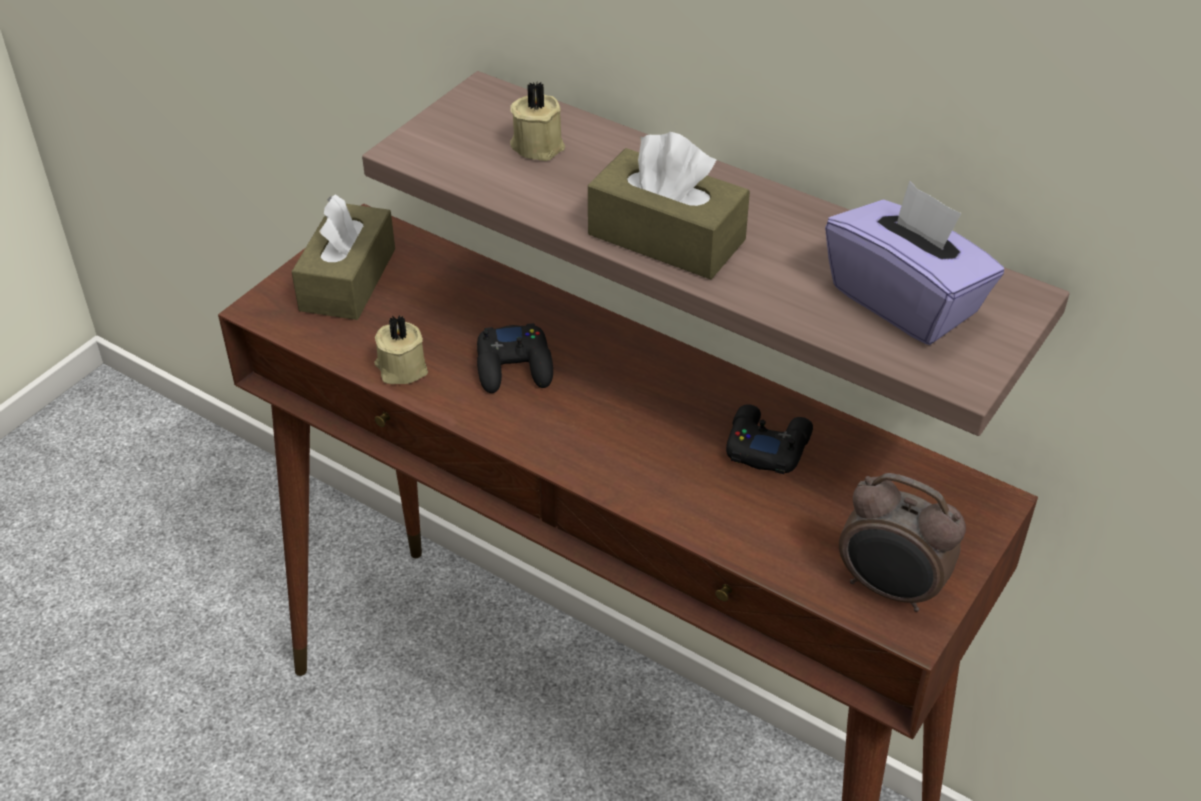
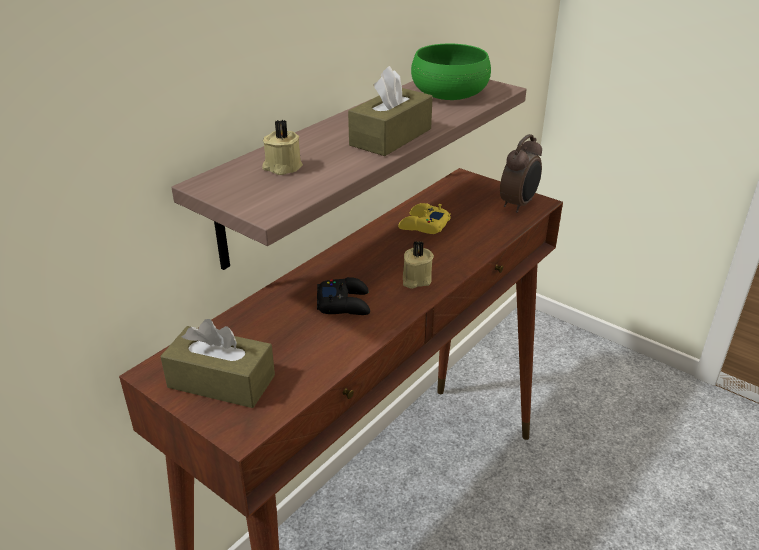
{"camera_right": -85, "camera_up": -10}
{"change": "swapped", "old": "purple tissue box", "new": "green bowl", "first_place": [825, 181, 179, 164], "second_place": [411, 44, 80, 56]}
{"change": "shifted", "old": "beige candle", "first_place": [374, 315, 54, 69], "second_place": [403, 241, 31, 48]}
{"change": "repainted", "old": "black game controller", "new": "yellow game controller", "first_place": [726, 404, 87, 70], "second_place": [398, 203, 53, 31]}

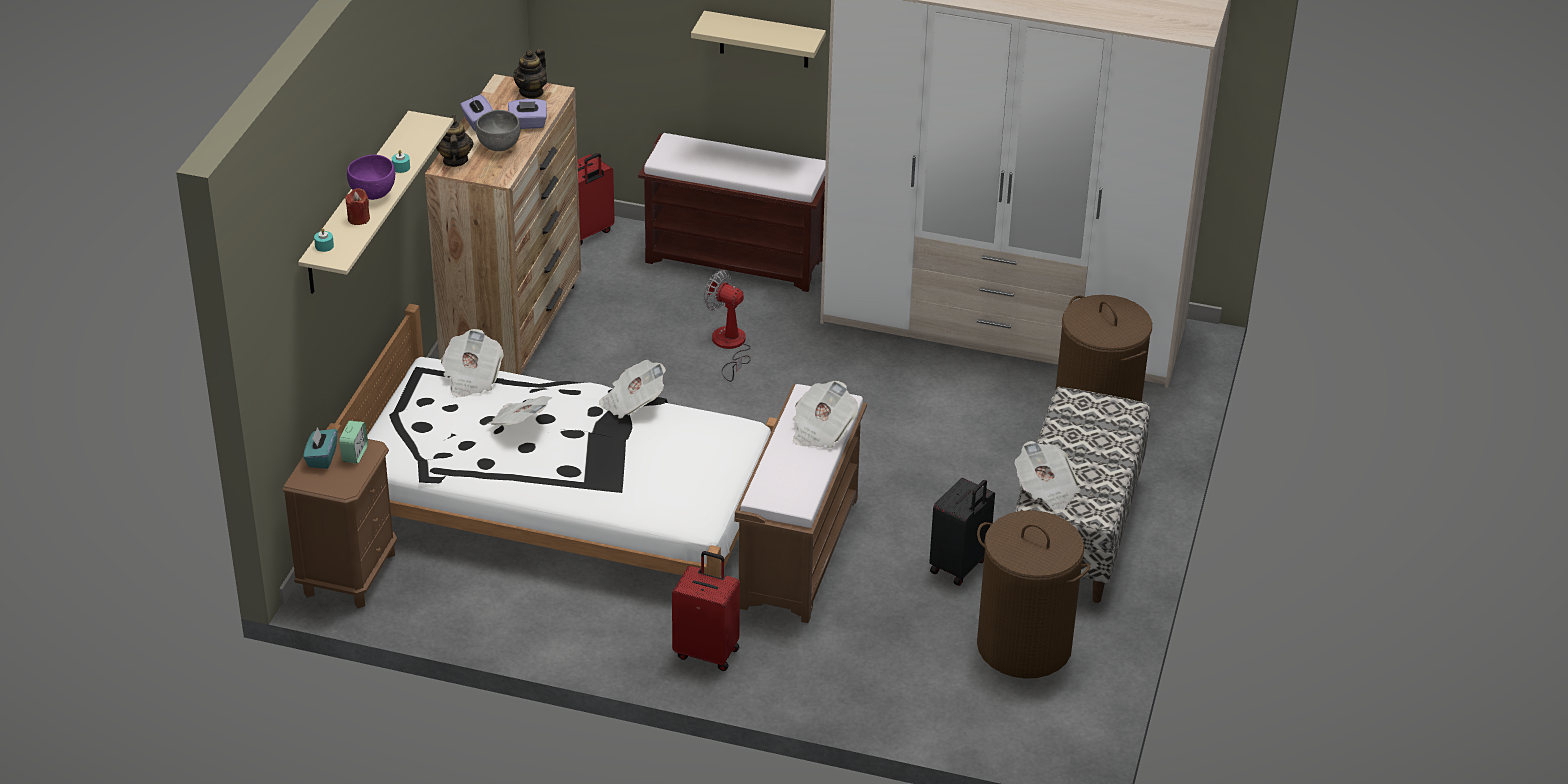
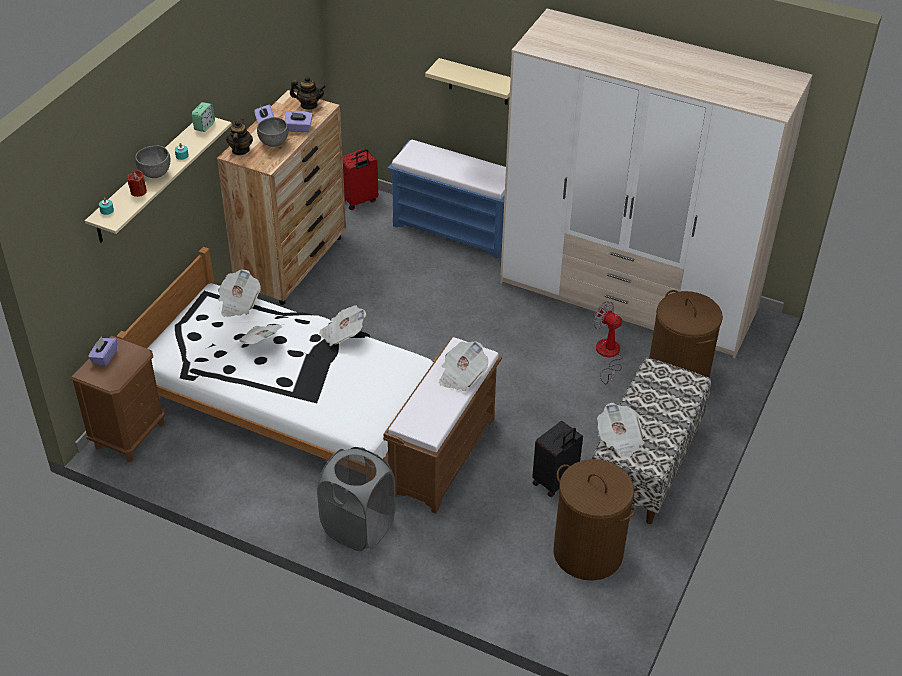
{"camera_right": 10, "camera_up": 5}
{"change": "rotated", "old": "teapot", "first_place": [514, 48, 33, 51], "second_place": [290, 76, 36, 34], "degrees": -120}
{"change": "repainted", "old": "brown bench", "new": "blue bench", "first_place": [638, 133, 188, 159], "second_place": [388, 139, 118, 120]}
{"change": "repainted", "old": "purple bowl", "new": "grey bowl", "first_place": [347, 155, 48, 45], "second_place": [135, 145, 35, 33]}
{"change": "shifted", "old": "fan", "first_place": [704, 270, 47, 112], "second_place": [593, 301, 30, 84]}
{"change": "shifted", "old": "alarm clock", "first_place": [339, 421, 29, 42], "second_place": [192, 102, 23, 30]}
{"change": "repainted", "old": "turquoise tissue box", "new": "purple tissue box", "first_place": [303, 427, 34, 42], "second_place": [88, 337, 29, 30]}
{"change": "swapped", "old": "red suitcase", "new": "grey laundry basket", "first_place": [672, 551, 68, 120], "second_place": [317, 447, 79, 104]}

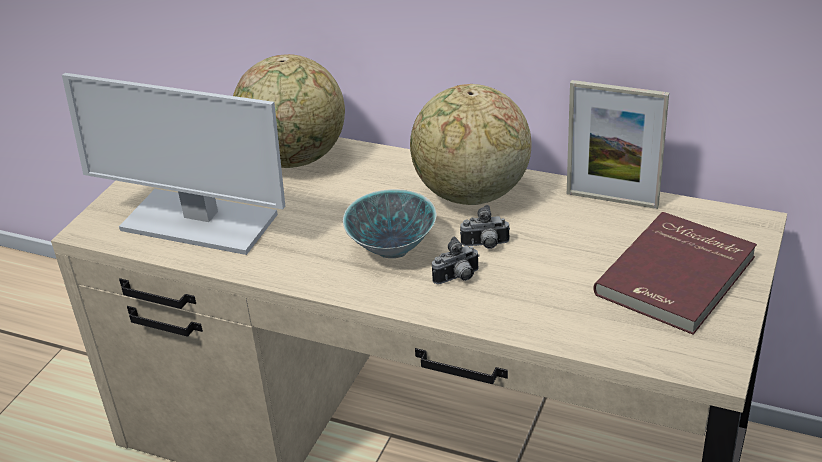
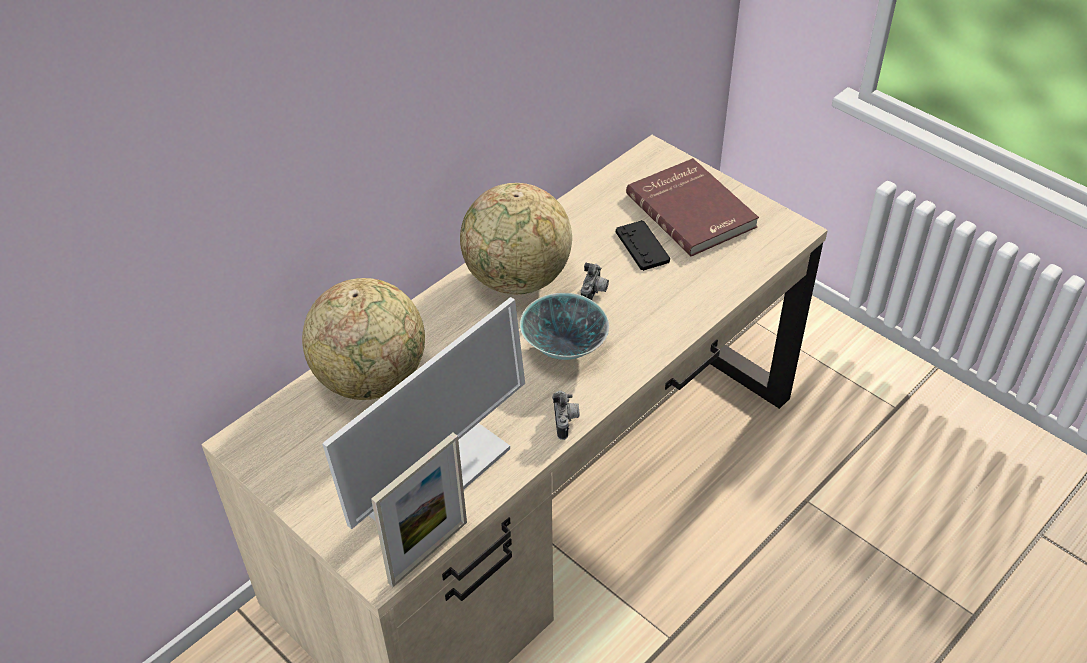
{"camera_right": -70, "camera_up": 10}
{"change": "shifted", "old": "picture frame", "first_place": [567, 80, 102, 129], "second_place": [371, 433, 96, 154]}
{"change": "shifted", "old": "photo camera", "first_place": [432, 237, 48, 47], "second_place": [552, 390, 27, 50]}
{"change": "new", "new": "black game controller", "second_place": [616, 220, 54, 51]}

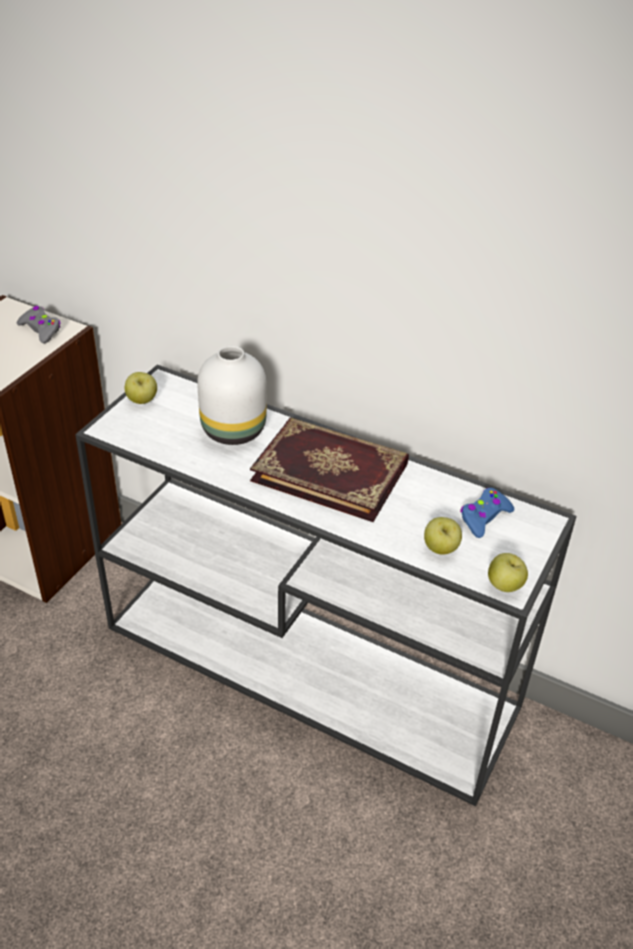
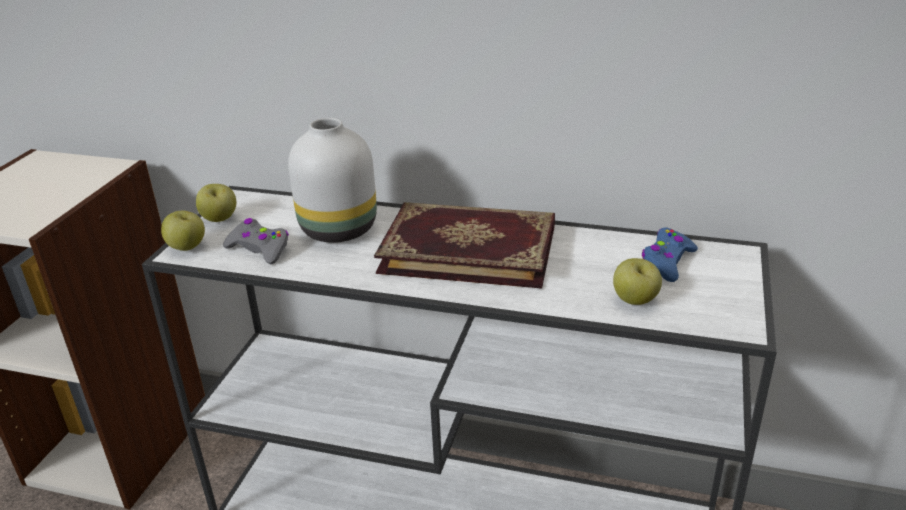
{"camera_right": -10, "camera_up": -10}
{"change": "shifted", "old": "grey game controller", "first_place": [17, 306, 44, 38], "second_place": [223, 218, 66, 46]}
{"change": "shifted", "old": "apple", "first_place": [488, 553, 40, 39], "second_place": [161, 211, 44, 40]}

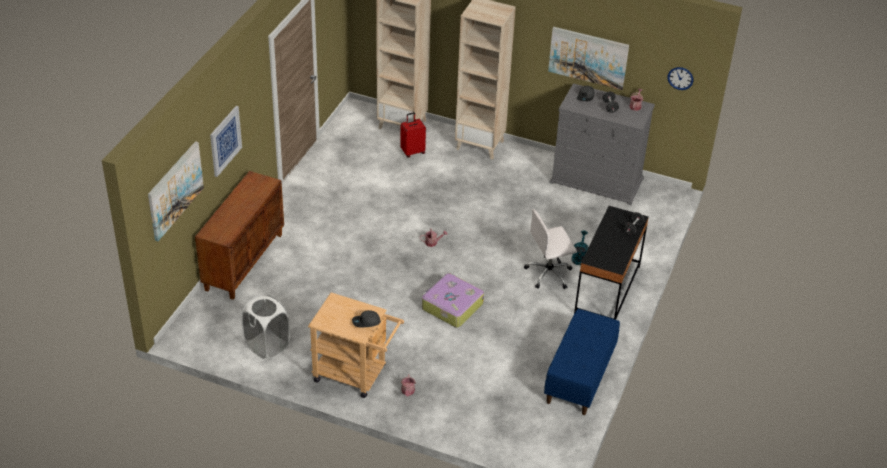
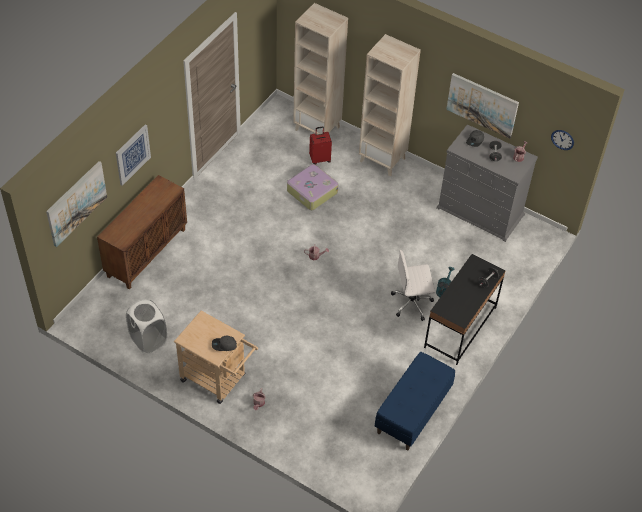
{"camera_right": 10, "camera_up": 10}
{"change": "shifted", "old": "suitcase", "first_place": [422, 273, 62, 55], "second_place": [287, 164, 51, 46]}

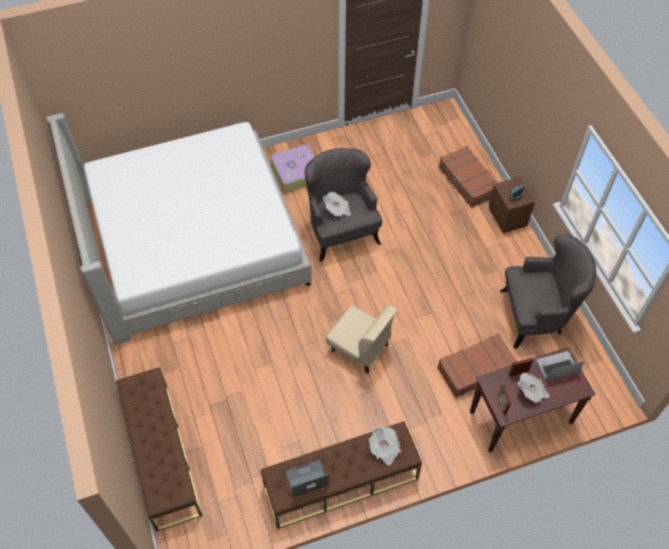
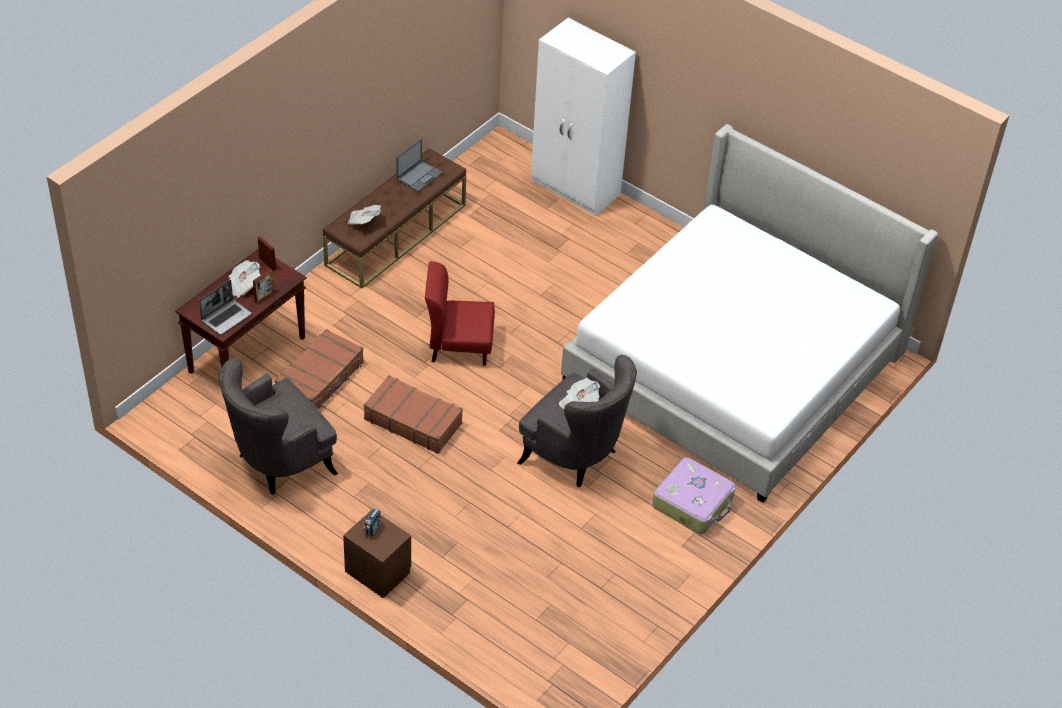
{"camera_right": 145, "camera_up": -10}
{"change": "shifted", "old": "brown suitcase", "first_place": [439, 146, 58, 62], "second_place": [364, 375, 99, 79]}
{"change": "repainted", "old": "beige chair", "new": "red chair", "first_place": [326, 305, 72, 69], "second_place": [425, 261, 70, 105]}
{"change": "swapped", "old": "brown bench", "new": "white wardrobe", "first_place": [116, 367, 86, 165], "second_place": [531, 18, 105, 198]}

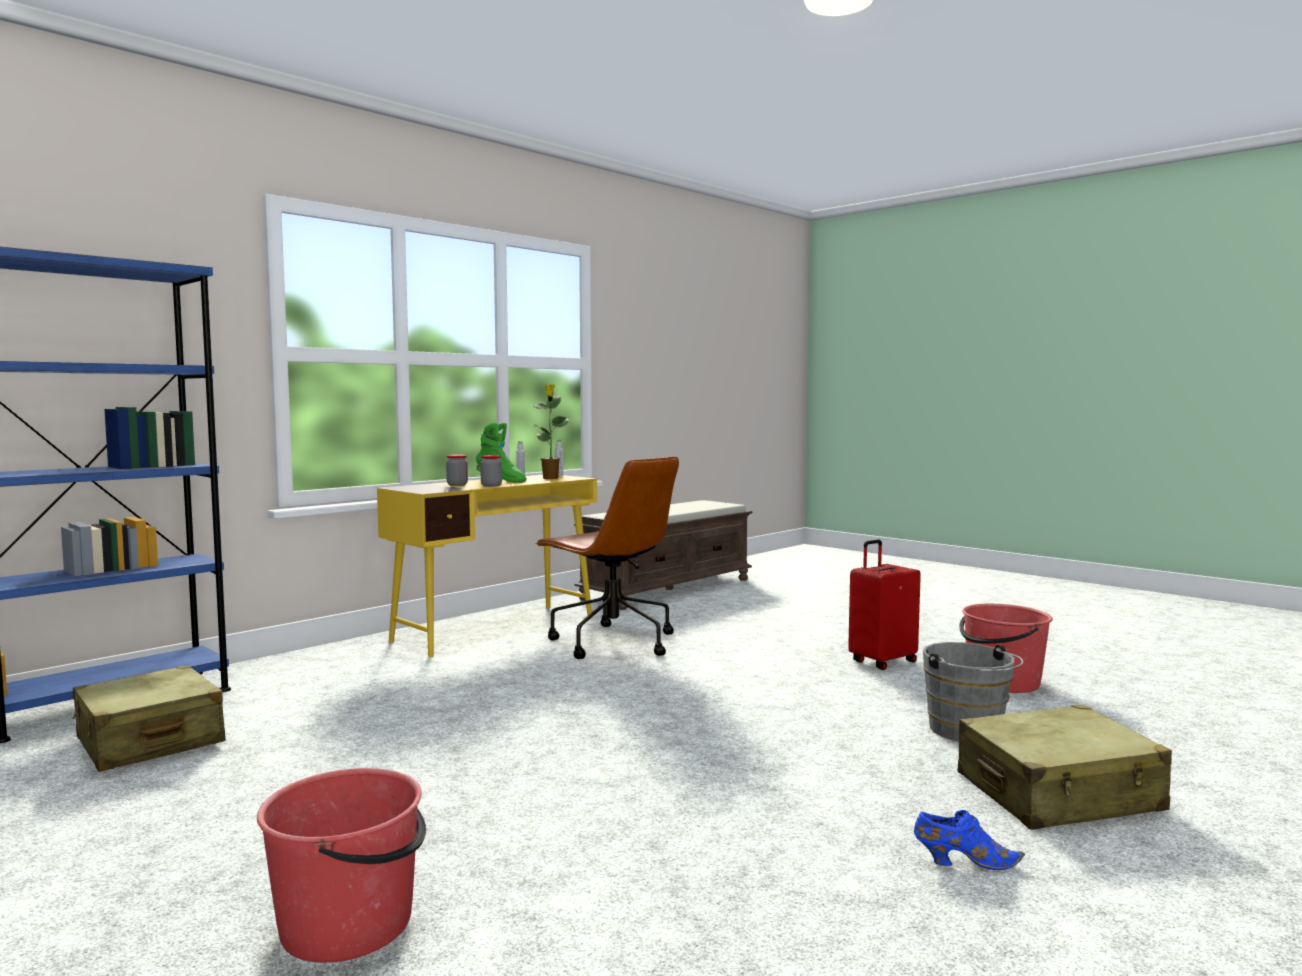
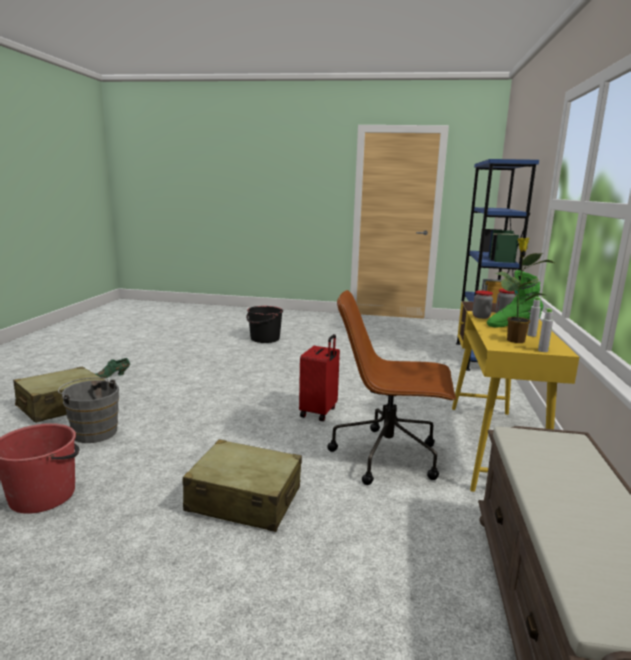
{"camera_right": 145, "camera_up": 10}
{"change": "shifted", "old": "red suitcase", "first_place": [848, 539, 73, 131], "second_place": [299, 334, 41, 87]}
{"change": "shifted", "old": "beige suitcase", "first_place": [73, 665, 153, 107], "second_place": [183, 439, 119, 93]}
{"change": "repainted", "old": "red bucket", "new": "black bucket", "first_place": [257, 768, 169, 195], "second_place": [246, 306, 37, 37]}
{"change": "repainted", "old": "blue shoe", "new": "green shoe", "first_place": [914, 810, 111, 60], "second_place": [96, 358, 34, 20]}

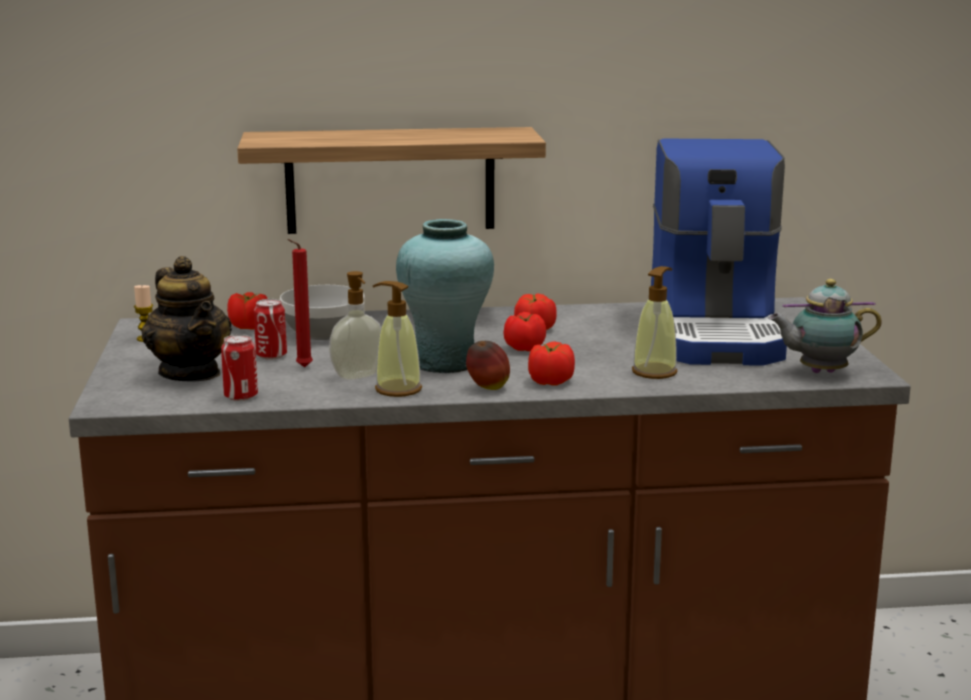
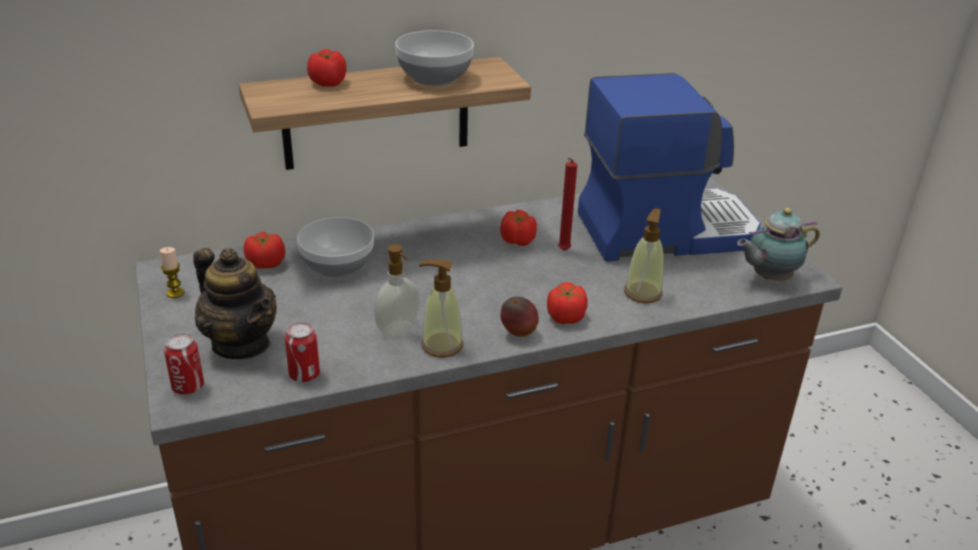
{"camera_right": -15, "camera_up": 15}
{"change": "rotated", "old": "coffee machine", "first_place": [651, 139, 136, 227], "second_place": [578, 73, 183, 188], "degrees": -90}
{"change": "gone", "old": "turquoise vase", "first_place": [396, 219, 98, 154]}
{"change": "shifted", "old": "red candle", "first_place": [287, 239, 26, 128], "second_place": [558, 158, 19, 93]}
{"change": "shifted", "old": "can", "first_place": [254, 299, 33, 61], "second_place": [164, 333, 40, 61]}
{"change": "shifted", "old": "tomato", "first_place": [503, 312, 43, 39], "second_place": [307, 49, 40, 38]}
{"change": "new", "new": "bowl", "second_place": [395, 30, 79, 56]}

